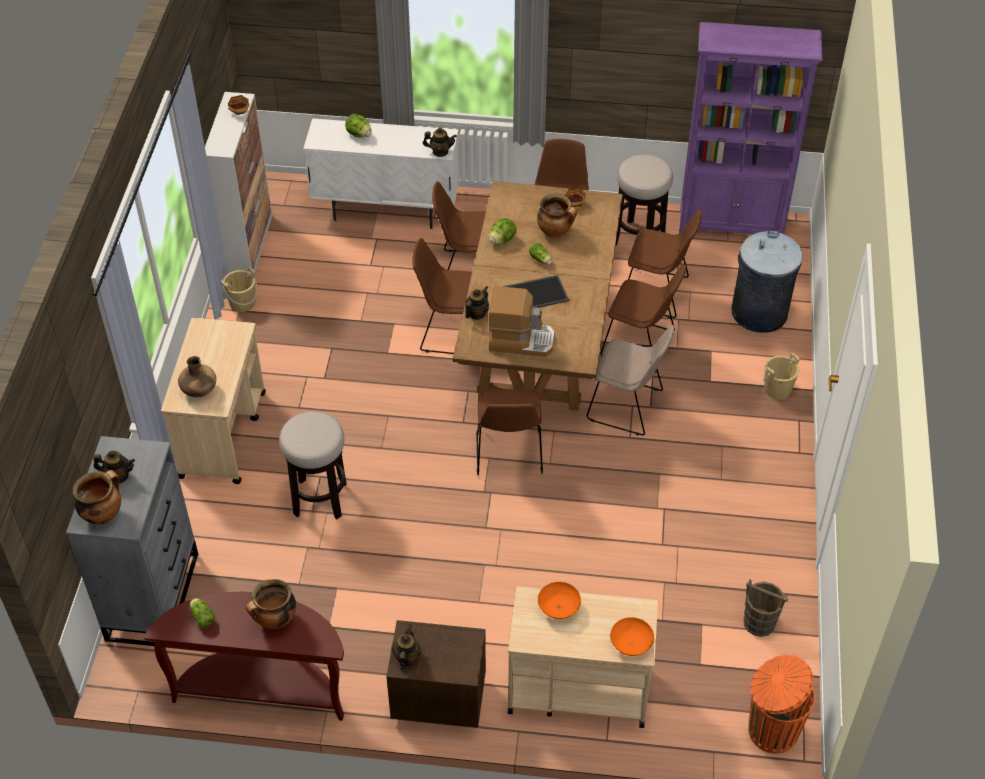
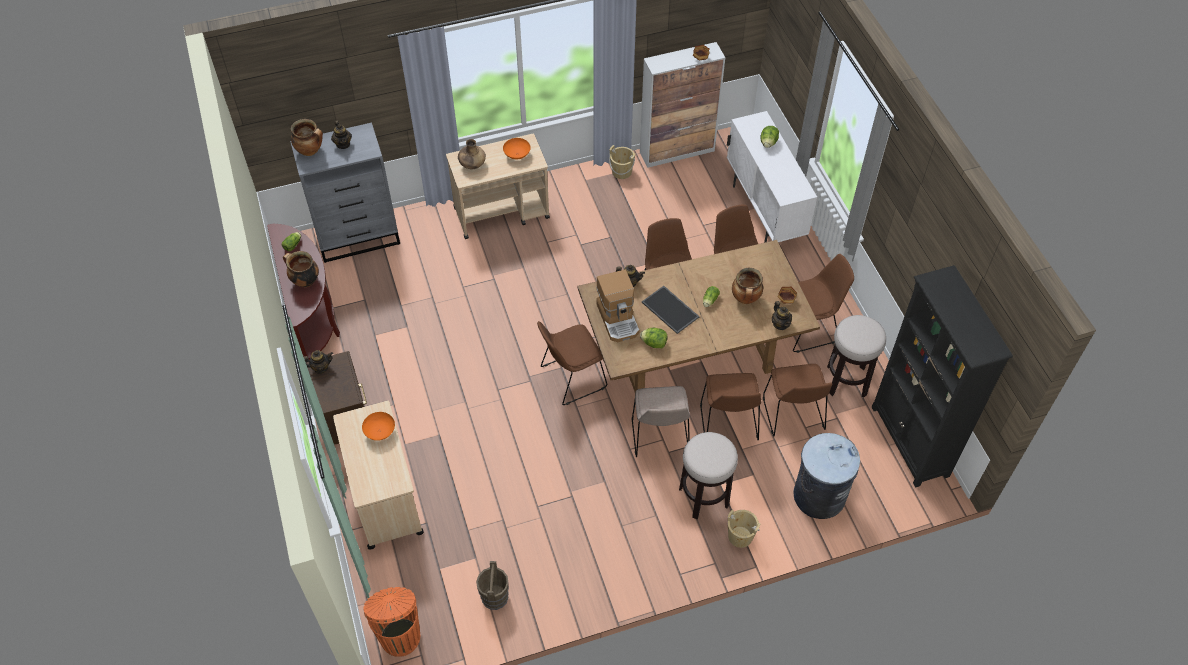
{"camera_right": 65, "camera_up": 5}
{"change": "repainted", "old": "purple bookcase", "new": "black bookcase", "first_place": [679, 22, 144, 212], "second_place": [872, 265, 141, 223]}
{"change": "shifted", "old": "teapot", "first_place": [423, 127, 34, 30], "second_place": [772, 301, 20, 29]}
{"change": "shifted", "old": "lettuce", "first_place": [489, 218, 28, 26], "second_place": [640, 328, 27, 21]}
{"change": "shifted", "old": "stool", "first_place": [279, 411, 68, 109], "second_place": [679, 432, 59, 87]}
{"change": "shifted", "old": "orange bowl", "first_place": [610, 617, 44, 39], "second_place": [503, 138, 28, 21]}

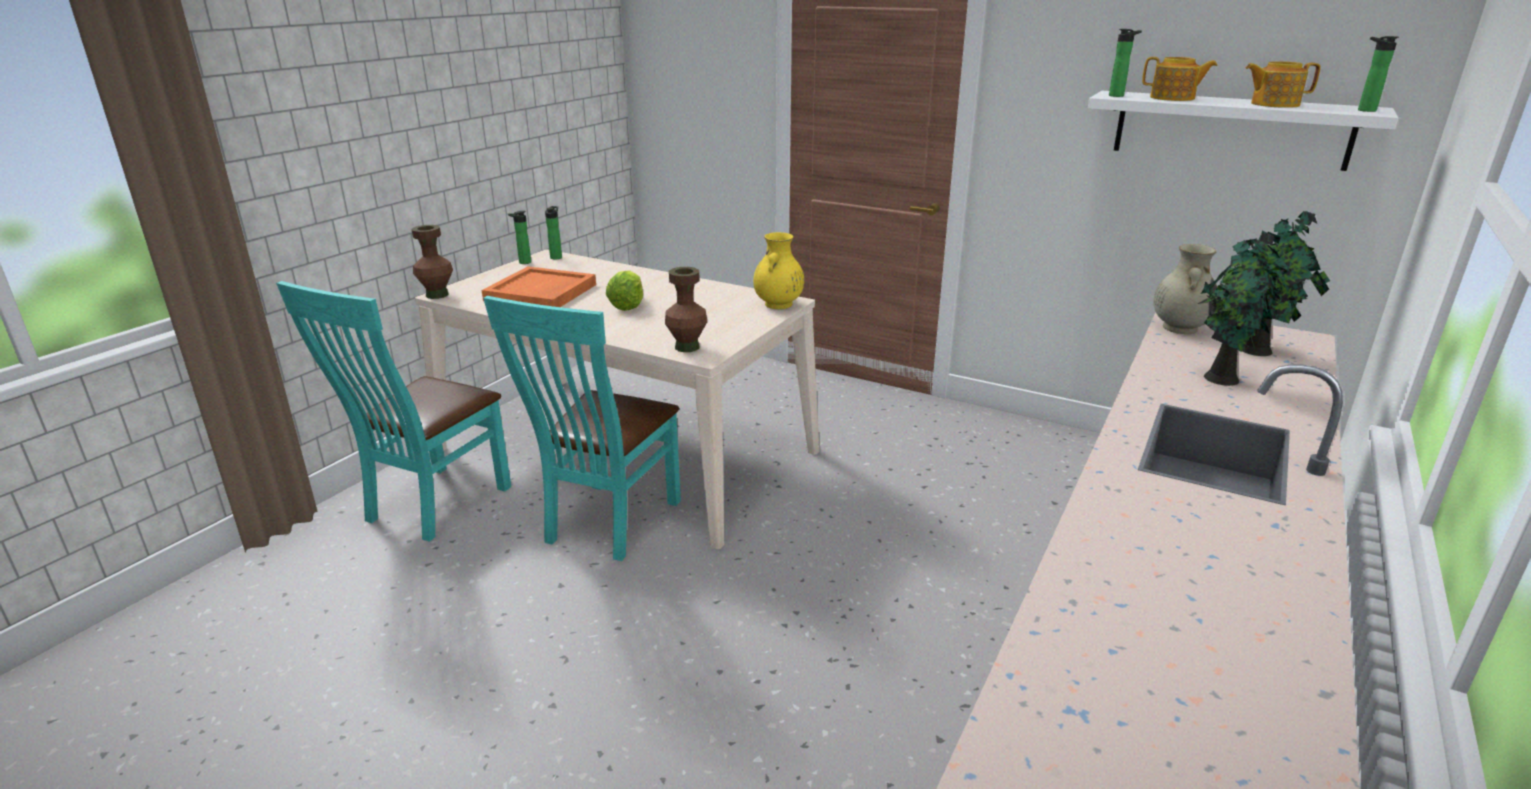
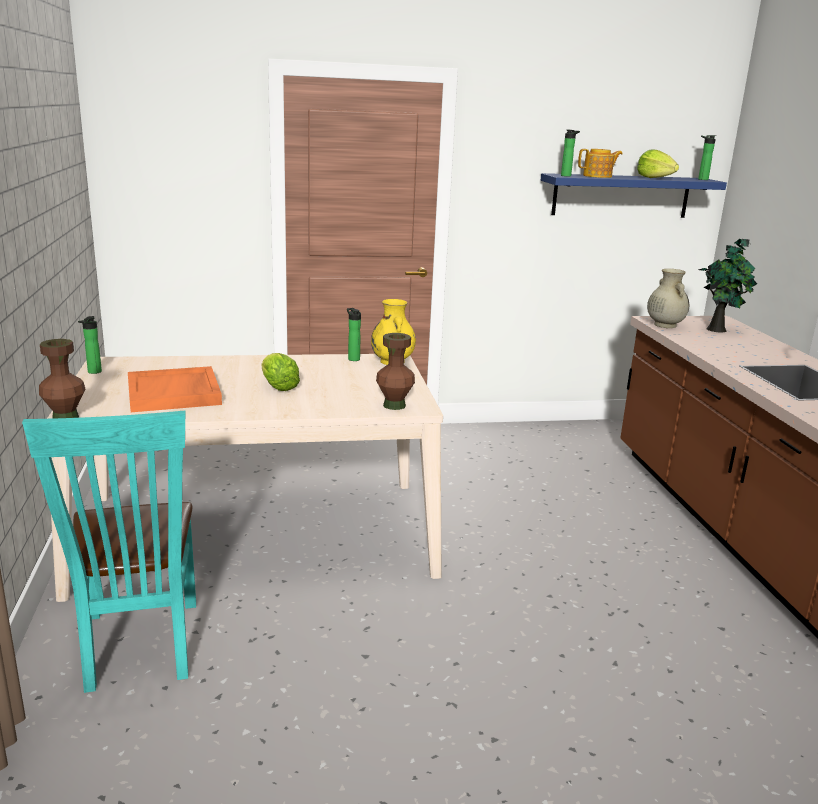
{"camera_right": -40, "camera_up": -5}
{"change": "swapped", "old": "teapot", "new": "lettuce", "first_place": [1246, 61, 75, 47], "second_place": [637, 150, 42, 28]}
{"change": "repainted", "old": "white shelf", "new": "blue shelf", "first_place": [1088, 91, 310, 80], "second_place": [541, 173, 186, 45]}
{"change": "shifted", "old": "bottle", "first_place": [545, 206, 17, 53], "second_place": [347, 308, 14, 53]}
{"change": "gone", "old": "potted plant", "first_place": [1198, 231, 93, 155]}
{"change": "gone", "old": "turquoise chair", "first_place": [483, 296, 198, 265]}

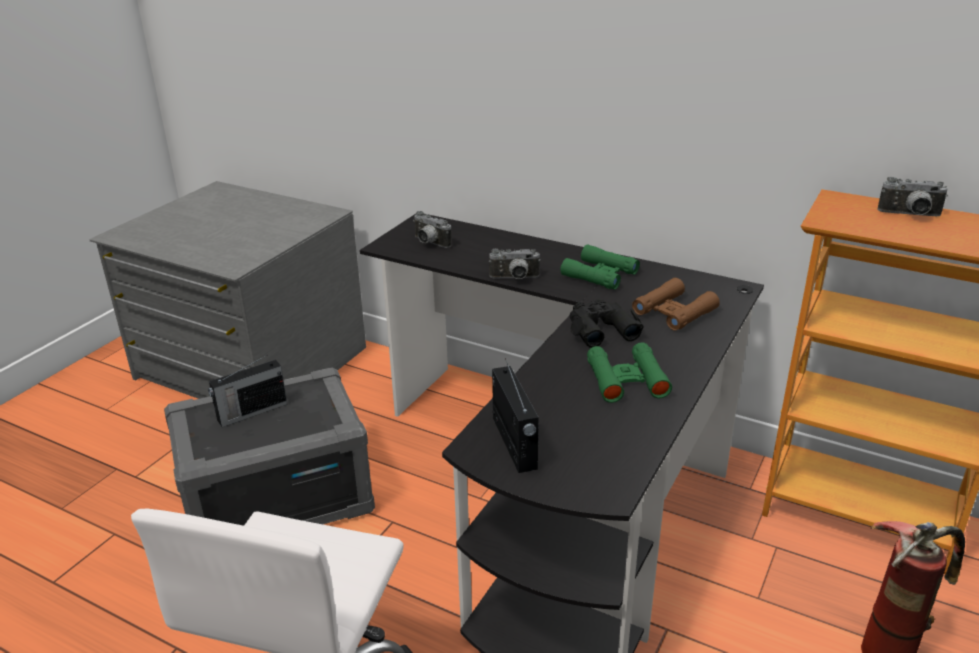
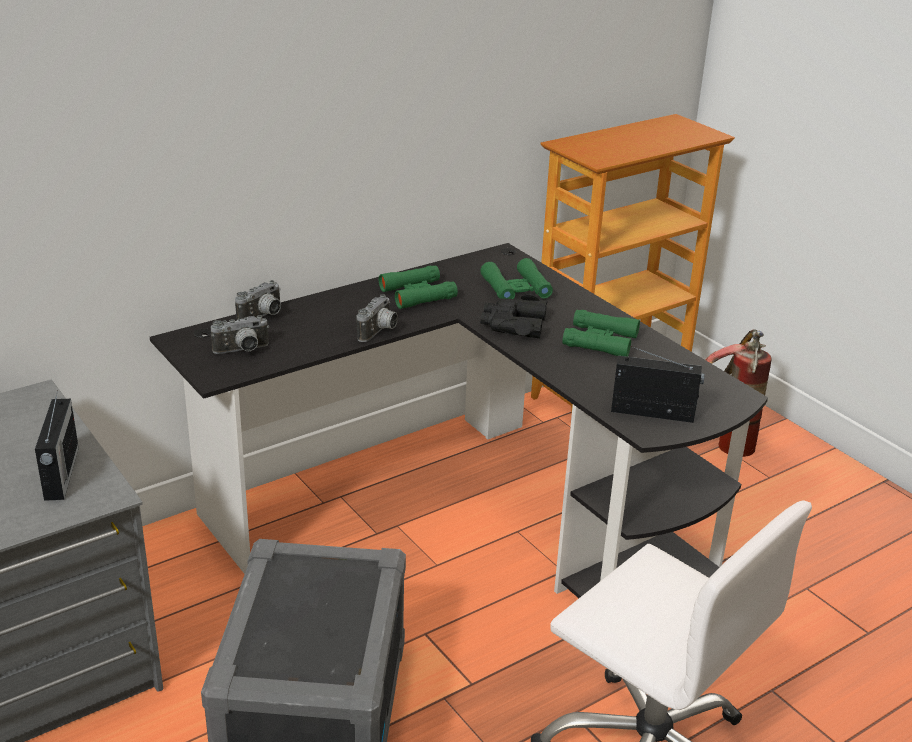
{"camera_right": -65, "camera_up": 0}
{"change": "shifted", "old": "photo camera", "first_place": [877, 177, 71, 39], "second_place": [235, 280, 46, 40]}
{"change": "repainted", "old": "brown binoculars", "new": "green binoculars", "first_place": [632, 278, 88, 52], "second_place": [480, 258, 73, 41]}
{"change": "shifted", "old": "radio", "first_place": [208, 355, 79, 72], "second_place": [35, 390, 44, 111]}

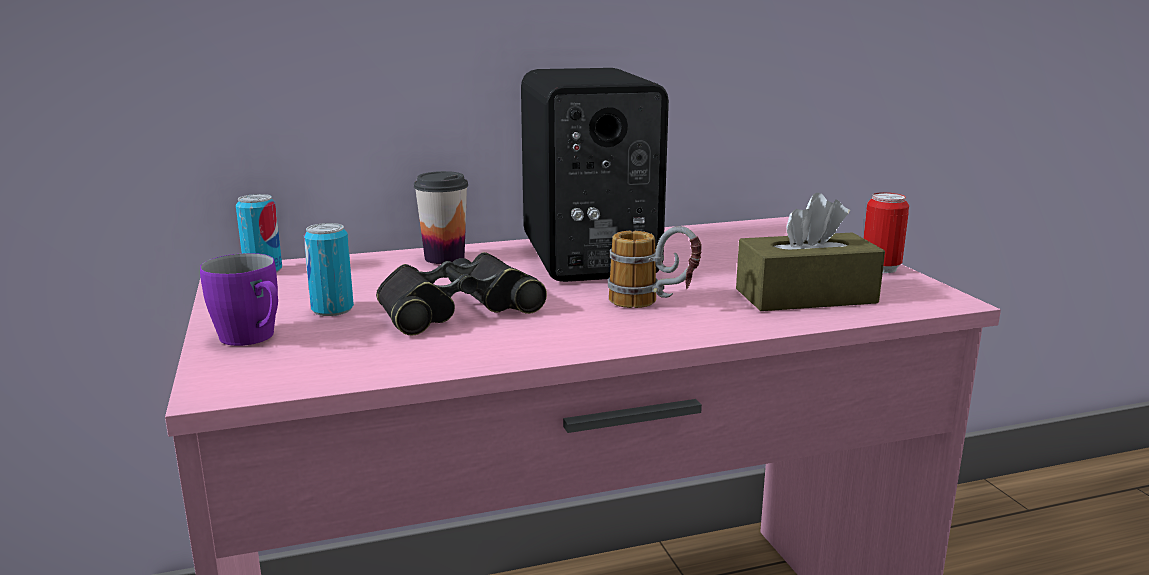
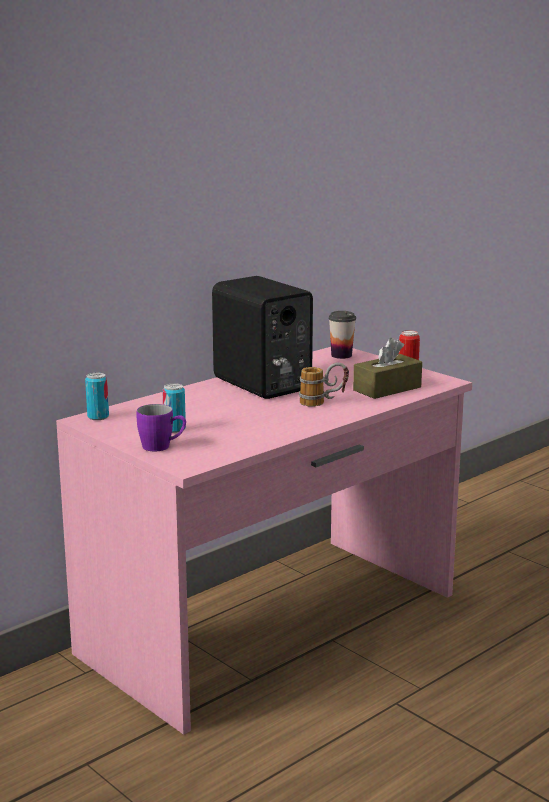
{"camera_right": -25, "camera_up": 0}
{"change": "shifted", "old": "cup", "first_place": [414, 171, 54, 93], "second_place": [329, 311, 27, 48]}
{"change": "gone", "old": "black binoculars", "first_place": [376, 252, 171, 84]}

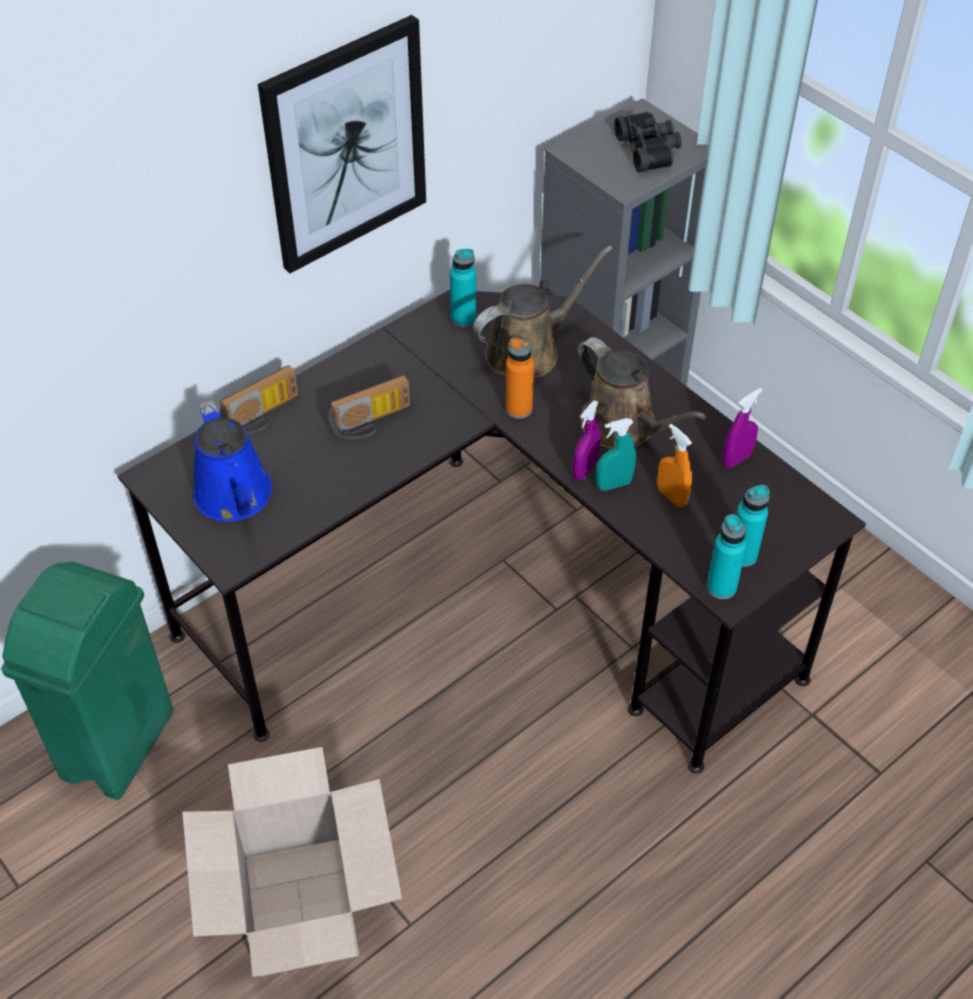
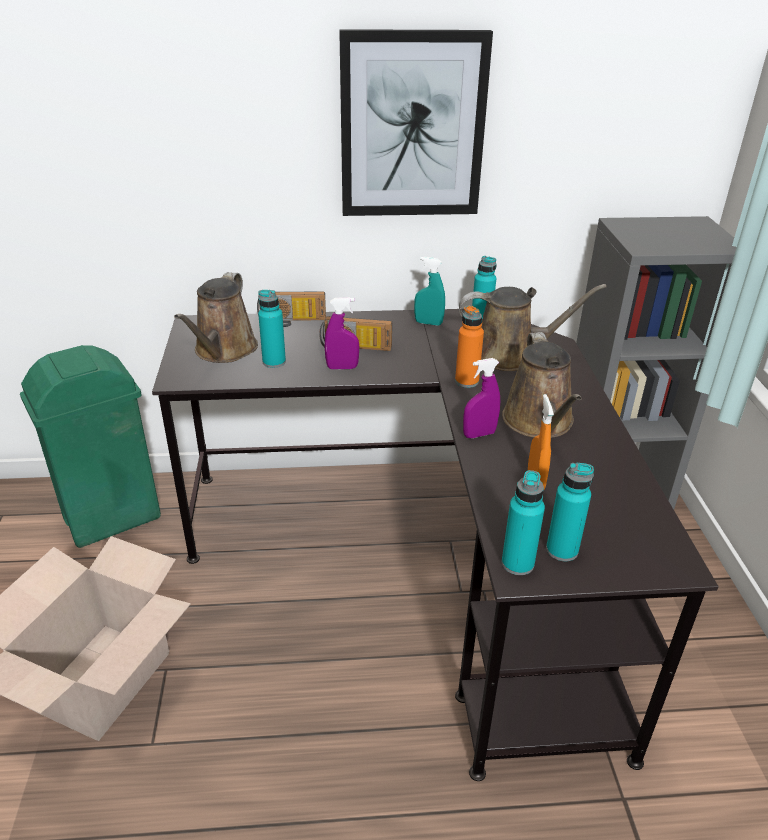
{"camera_right": 35, "camera_up": -15}
{"change": "gone", "old": "black binoculars", "first_place": [614, 112, 68, 60]}
{"change": "shifted", "old": "purple spray bottle", "first_place": [723, 388, 39, 80], "second_place": [325, 297, 34, 72]}
{"change": "repainted", "old": "blue watering can", "new": "brown watering can", "first_place": [193, 400, 79, 122], "second_place": [174, 272, 84, 91]}
{"change": "shifted", "old": "turquoise spray bottle", "first_place": [596, 418, 40, 73], "second_place": [414, 257, 31, 69]}
{"change": "new", "new": "turquoise bottle", "second_place": [258, 290, 28, 78]}

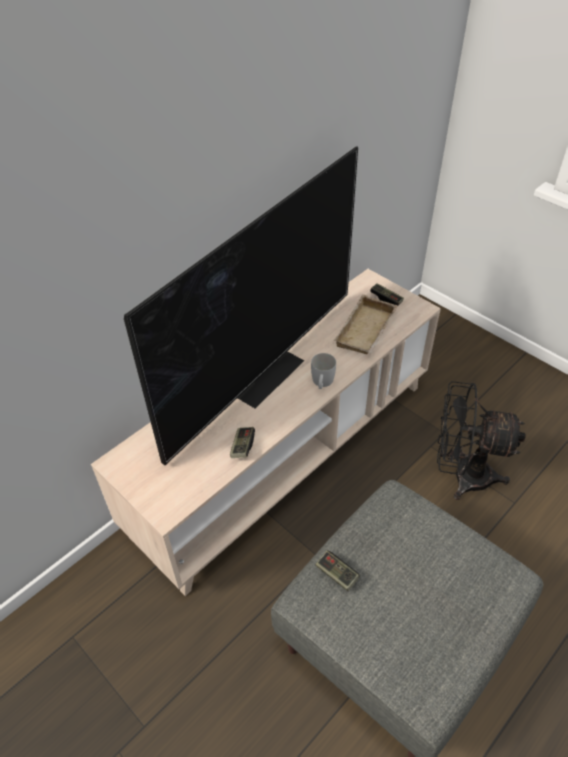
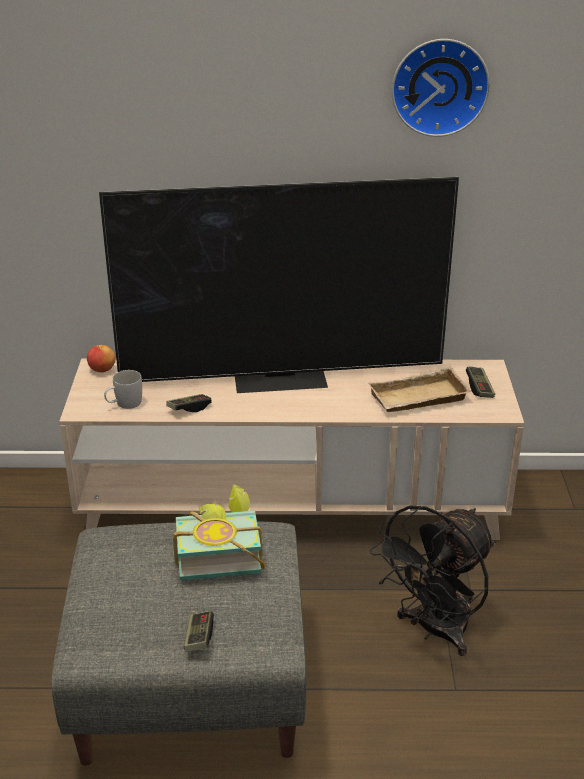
{"camera_right": 45, "camera_up": -15}
{"change": "shifted", "old": "white mug", "first_place": [311, 353, 25, 36], "second_place": [104, 370, 38, 39]}
{"change": "rotated", "old": "black fan", "first_place": [437, 381, 88, 119], "second_place": [370, 506, 126, 150], "degrees": -105}
{"change": "shifted", "old": "game controller", "first_place": [315, 551, 45, 40], "second_place": [184, 611, 30, 41]}
{"change": "new", "new": "wall clock", "second_place": [392, 39, 98, 98]}
{"change": "new", "new": "apple", "second_place": [87, 345, 29, 27]}
{"change": "new", "new": "book", "second_place": [173, 485, 92, 95]}

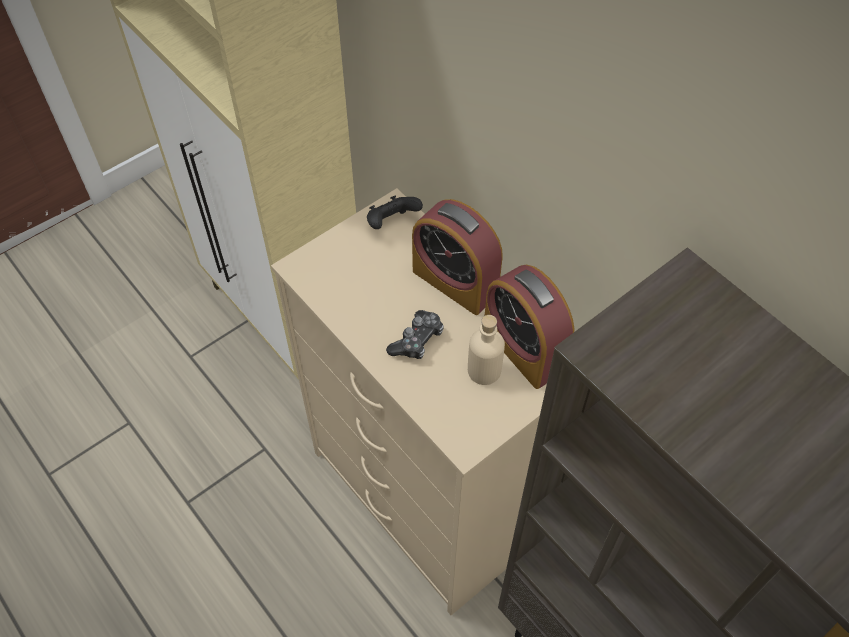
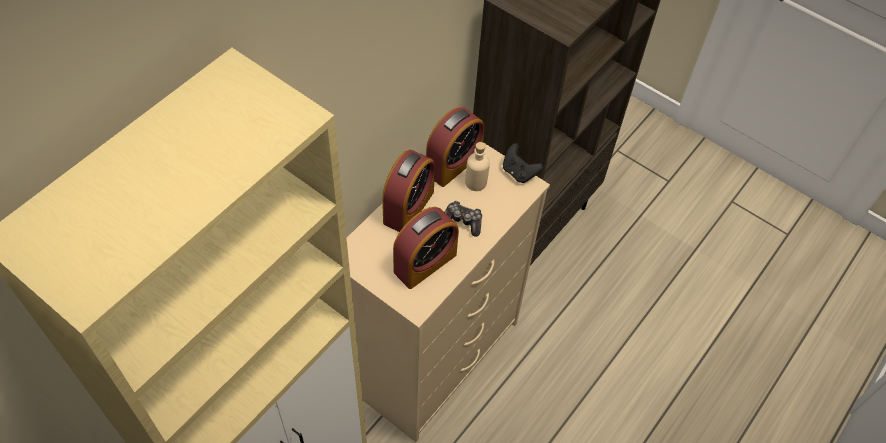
{"camera_right": -105, "camera_up": 0}
{"change": "shifted", "old": "black game controller", "first_place": [367, 195, 56, 34], "second_place": [503, 143, 40, 40]}
{"change": "new", "new": "alarm clock", "second_place": [393, 207, 66, 82]}

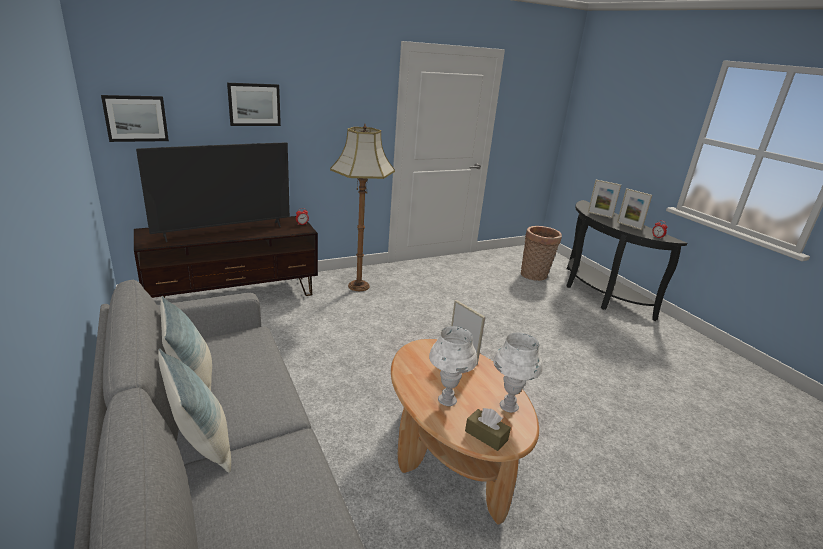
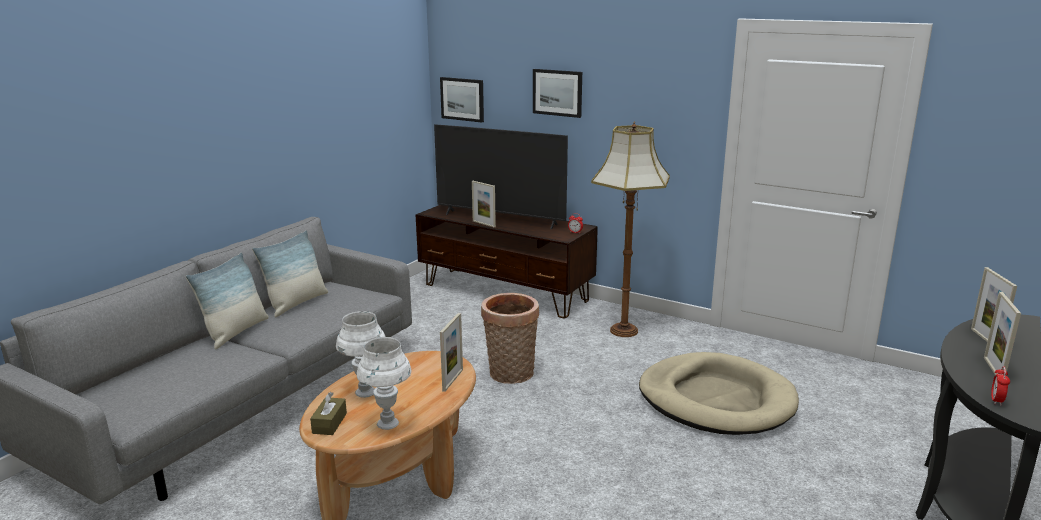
{"camera_right": 60, "camera_up": -5}
{"change": "shifted", "old": "basket", "first_place": [521, 226, 41, 55], "second_place": [481, 293, 58, 91]}
{"change": "new", "new": "picture frame", "second_place": [472, 181, 24, 46]}
{"change": "new", "new": "beige dog bed", "second_place": [639, 352, 160, 83]}

